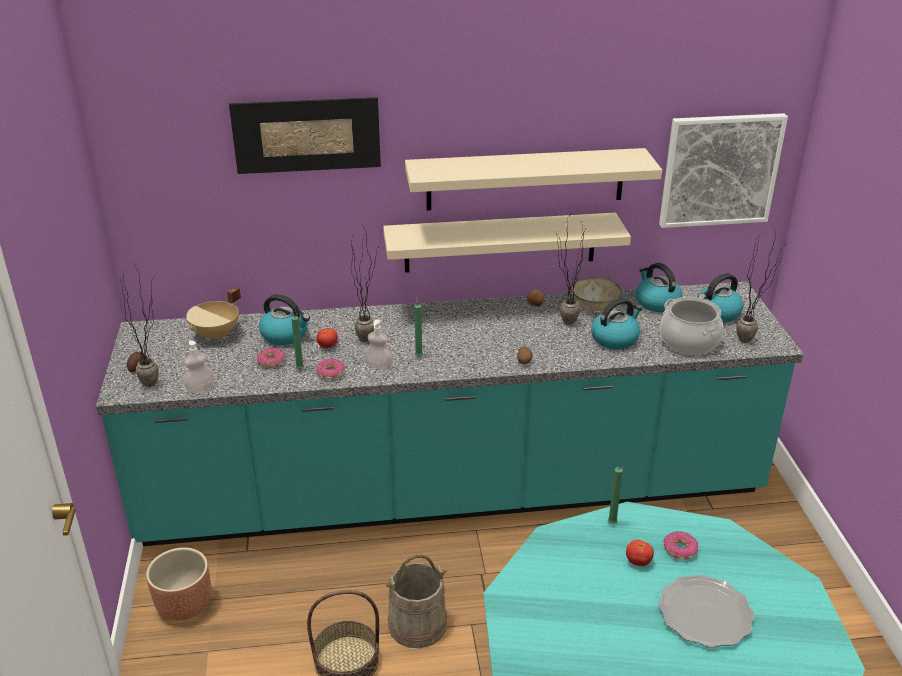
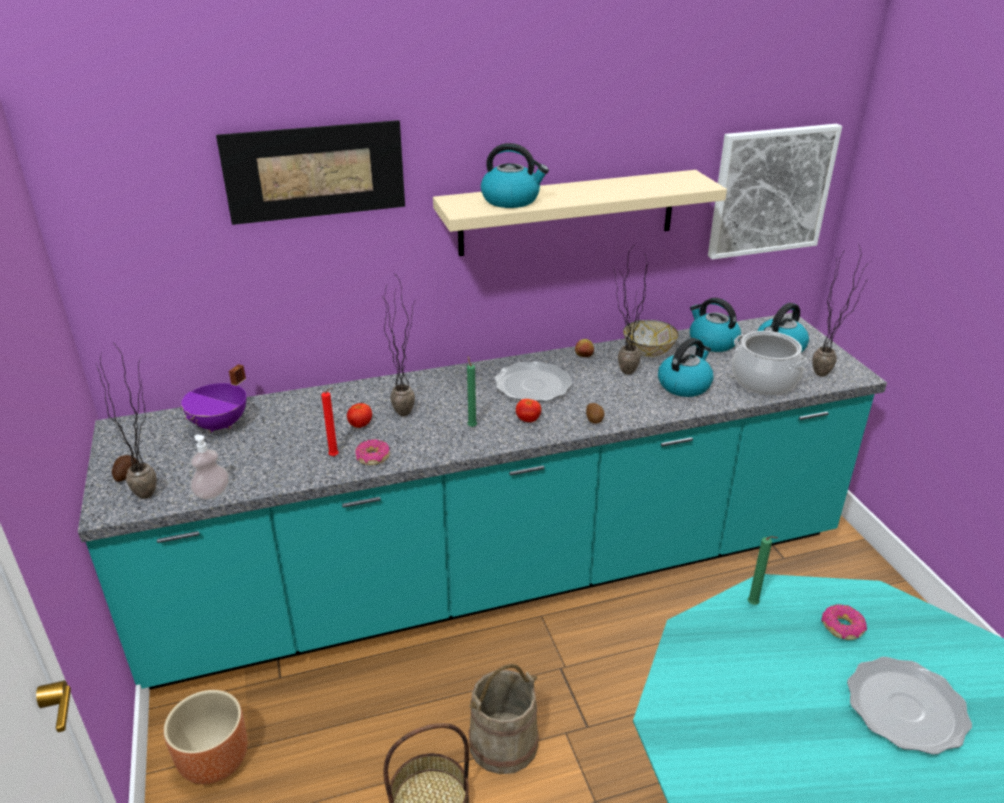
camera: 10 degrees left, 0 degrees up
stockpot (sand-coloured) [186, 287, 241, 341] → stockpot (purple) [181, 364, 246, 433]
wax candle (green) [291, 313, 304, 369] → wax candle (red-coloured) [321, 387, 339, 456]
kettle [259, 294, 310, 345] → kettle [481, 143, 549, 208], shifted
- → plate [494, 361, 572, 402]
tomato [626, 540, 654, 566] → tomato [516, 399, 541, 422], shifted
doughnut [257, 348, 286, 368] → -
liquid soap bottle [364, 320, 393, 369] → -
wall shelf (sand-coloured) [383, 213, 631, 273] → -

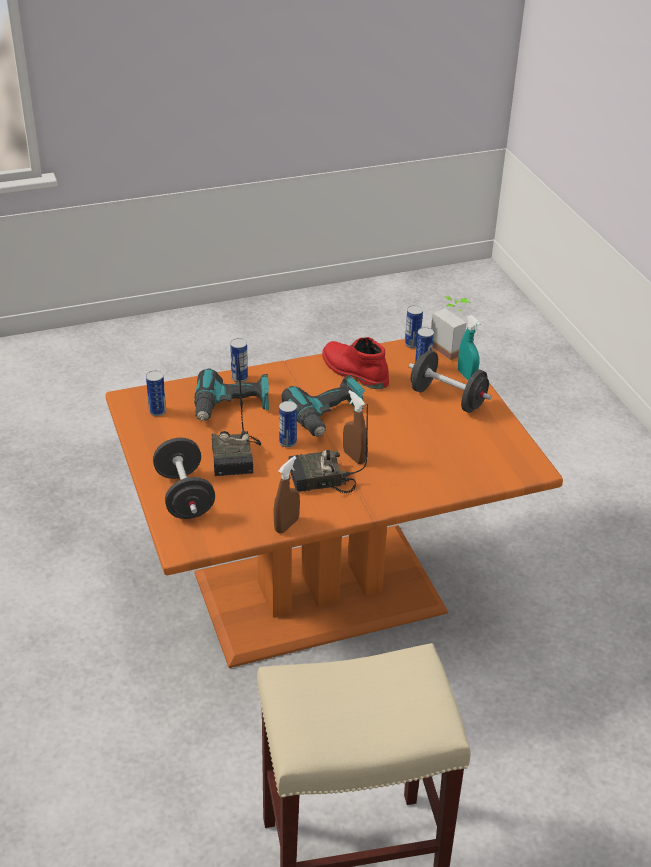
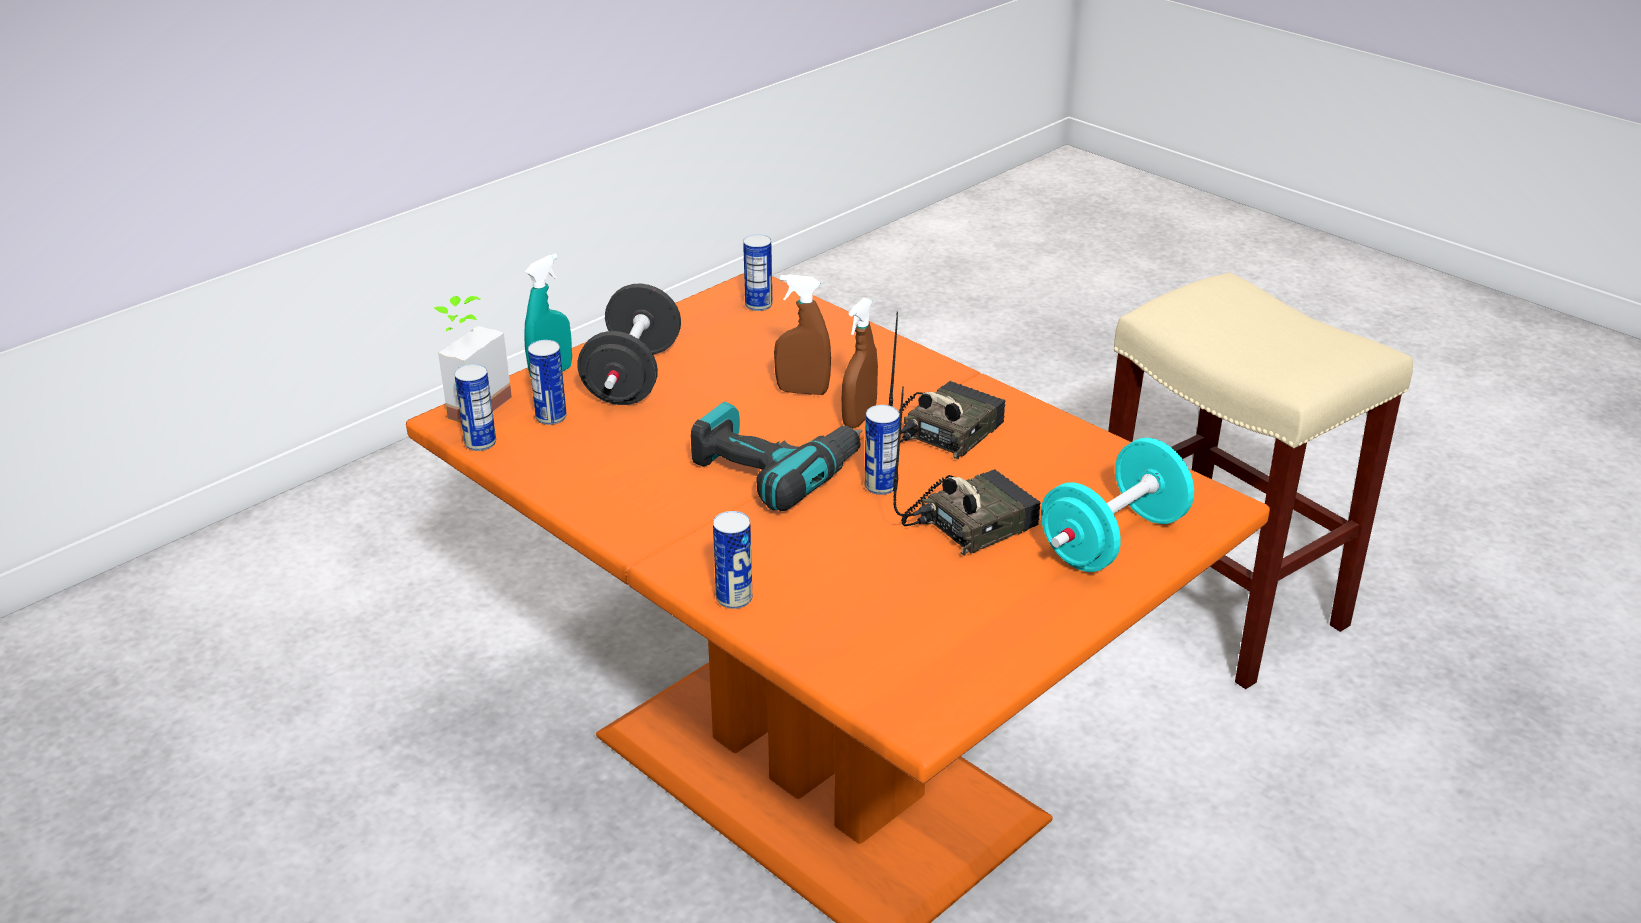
camera: 115 degrees left, 5 degrees down
sealed can [146, 371, 166, 416] → sealed can [743, 234, 772, 311], shifted
sprayer (brown-coloured) [274, 456, 300, 533] → sprayer (brown-coloured) [774, 274, 831, 395], shifted
radio set [289, 404, 368, 493] → radio set [889, 311, 1005, 459], 105 degrees counterclockwise
hand weight (blackish) [153, 438, 215, 519] → hand weight (turquoise) [1041, 438, 1194, 572]
electric drill [194, 368, 269, 422] → -
boot (red-coloured) [322, 337, 389, 389] → -

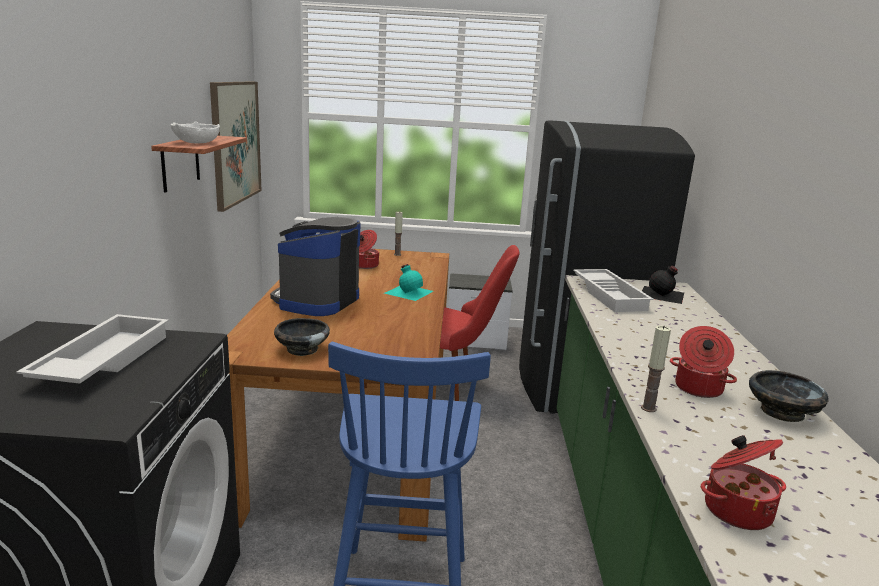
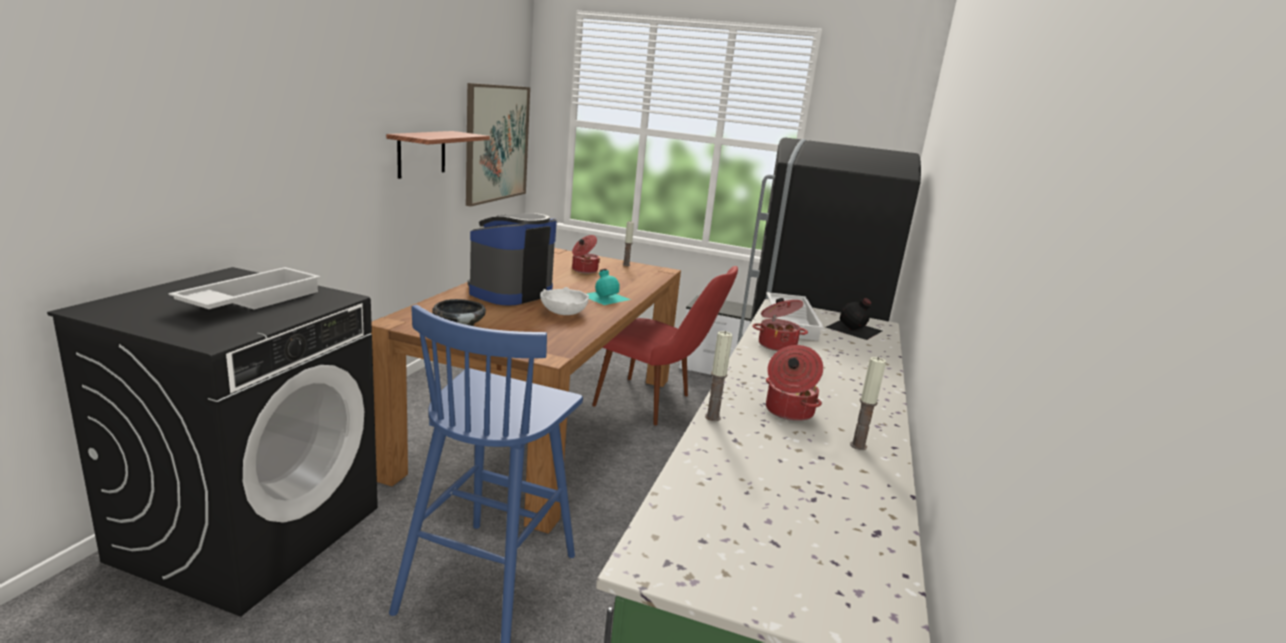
camera: 15 degrees right, 0 degrees up
serving bowl (white) [171, 122, 220, 143] → serving bowl (white) [540, 287, 589, 315], shifted
stockpot [701, 435, 786, 530] → stockpot [752, 298, 808, 351], shifted
serving bowl (blackish) [749, 370, 829, 422] → wax candle [850, 357, 886, 450]

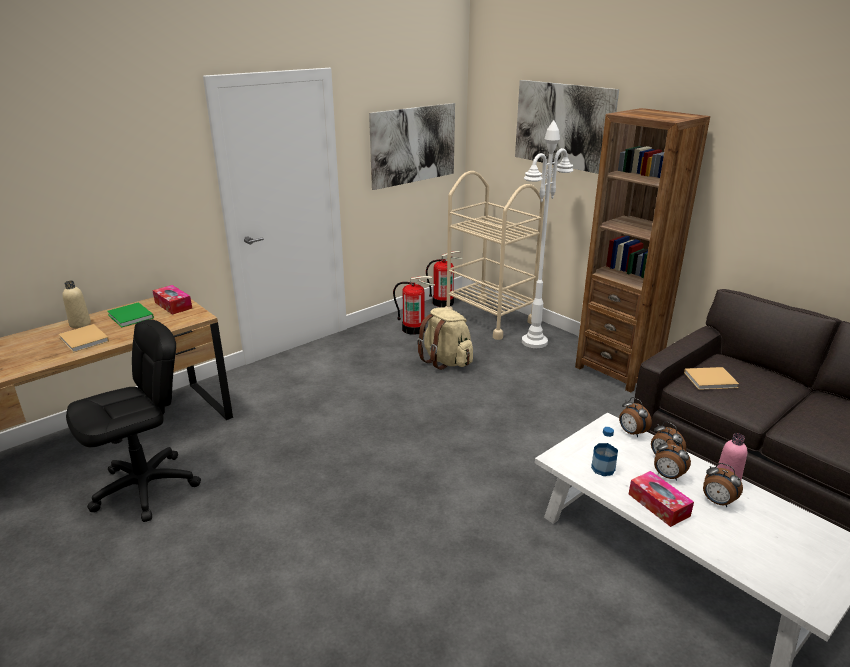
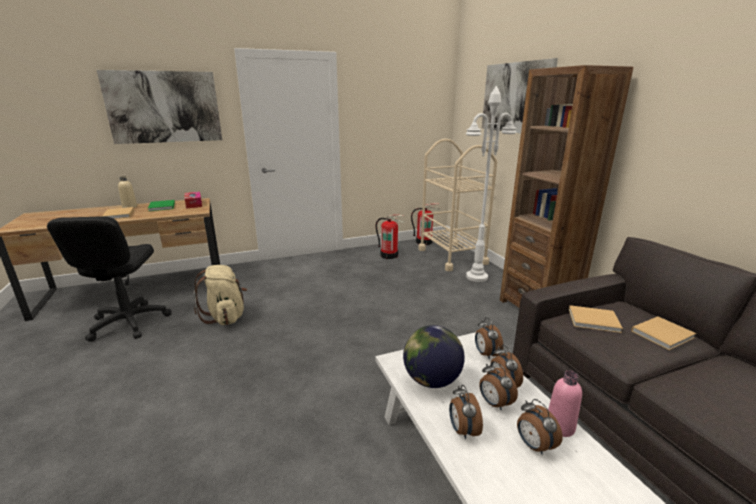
camera: 20 degrees right, 5 degrees down
desk chair (blackish) [66, 320, 201, 522] → desk chair (blackish) [47, 216, 172, 342], 105 degrees clockwise
wall art [369, 103, 455, 190] → wall art [97, 70, 222, 144], shifted
knapsack (sand-coloured) [417, 308, 473, 370] → knapsack (sand-coloured) [194, 265, 247, 325], shifted
drink bottle [591, 427, 618, 476] → desk globe [403, 325, 465, 388]
box of tissues [629, 471, 694, 527] → bedside clock [449, 385, 483, 439]
- → volume (sand-coloured) [631, 316, 697, 350]

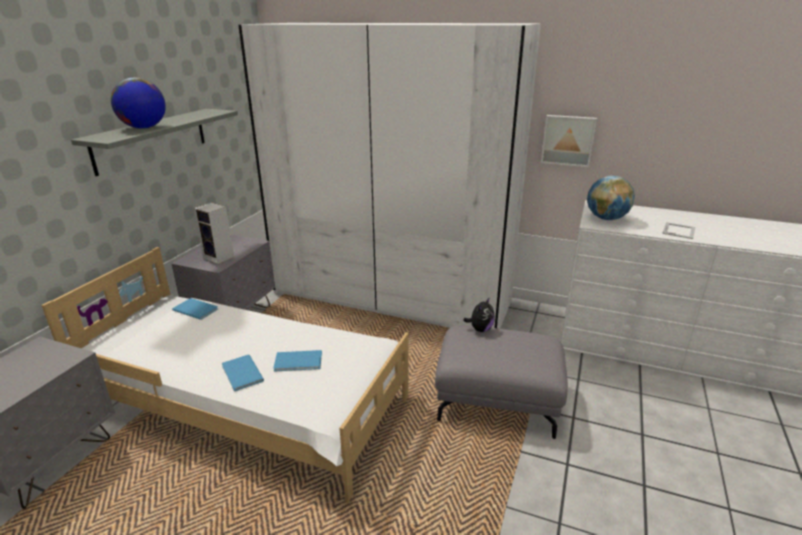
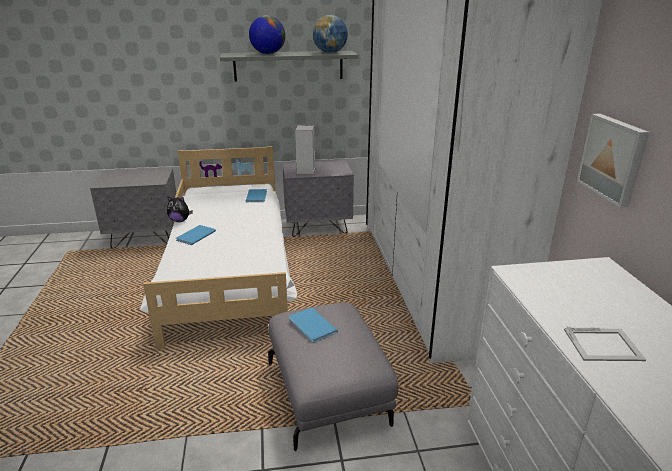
camera: 60 degrees right, 0 degrees up
cuddly toy [463, 297, 495, 332] → cuddly toy [167, 197, 193, 222], shifted
volume (blue-coloured) [273, 350, 322, 372] → volume (blue-coloured) [289, 308, 338, 343], shifted
desk globe [587, 176, 635, 220] → desk globe [313, 15, 348, 53], shifted

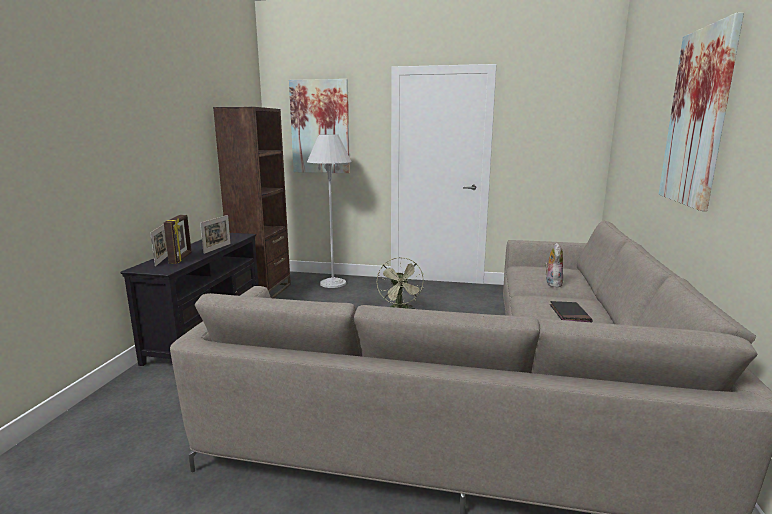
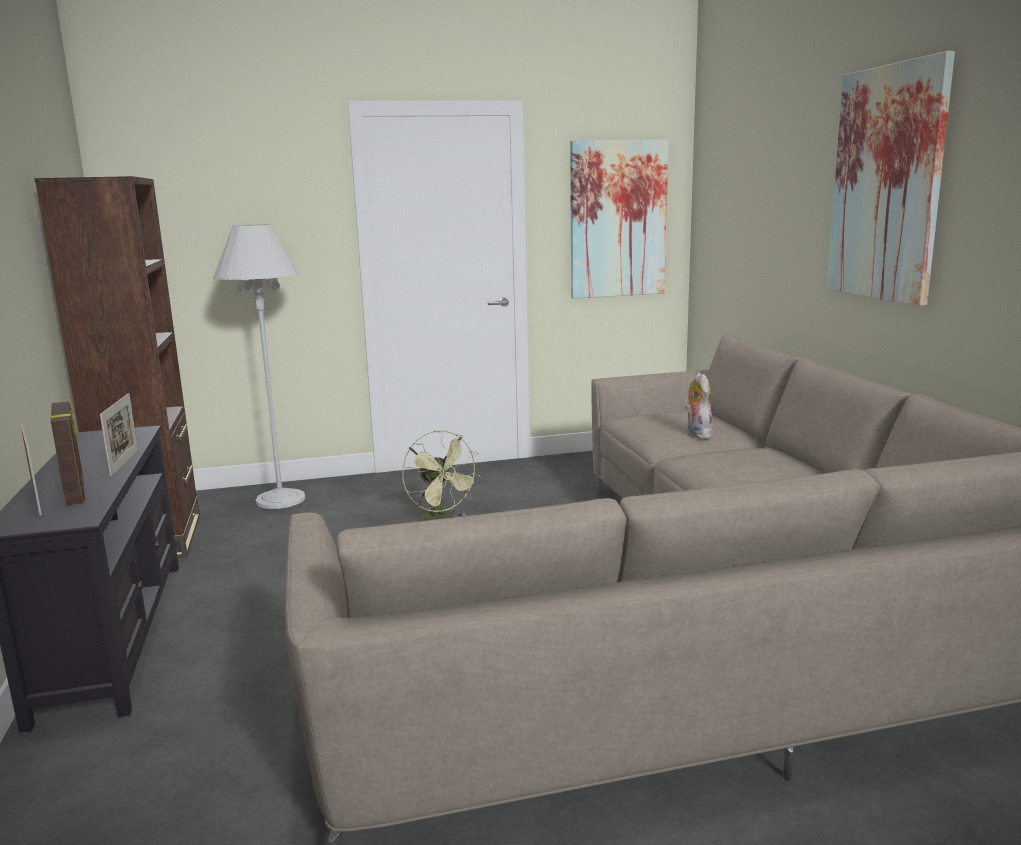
camera: 25 degrees left, 0 degrees up
wall art [289, 79, 350, 173] → wall art [570, 139, 668, 299], shifted
volume (blackish) [550, 301, 593, 322] → -

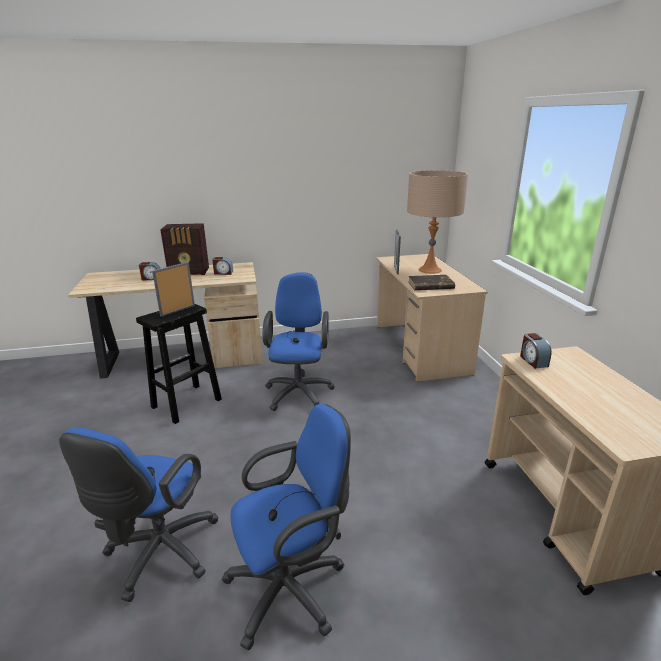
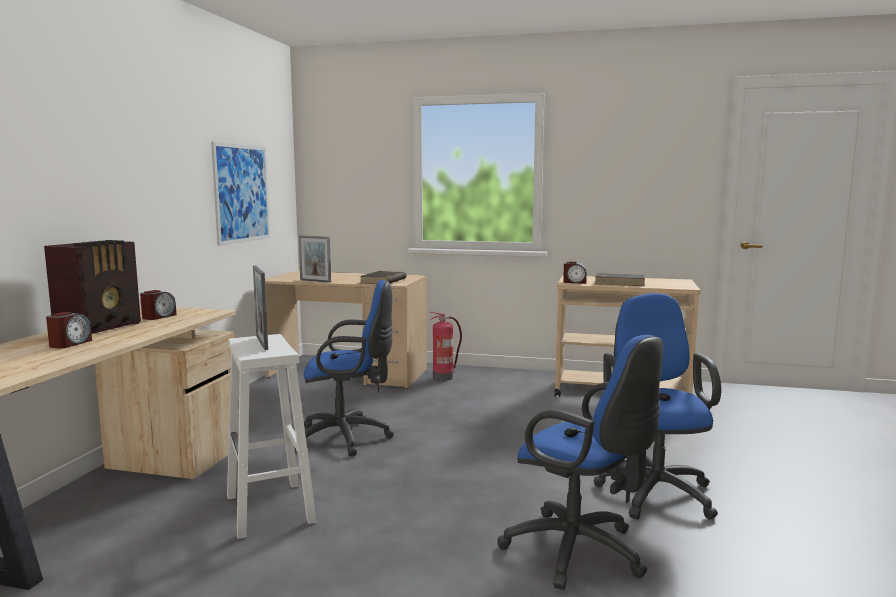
camera: 65 degrees left, 15 degrees down
- → wall art [211, 142, 270, 246]
stool (blackish) [136, 304, 222, 424] → stool (white) [227, 334, 317, 539]
desk chair (blue-coloured) [263, 272, 335, 411] → desk chair (blue-coloured) [294, 280, 394, 456], 150 degrees clockwise
- → fire-fighting cylinder [429, 312, 462, 381]
- → volume (brown-coloured) [595, 273, 645, 286]
tabletop lamp (sand-coloured) [407, 170, 468, 274] → -

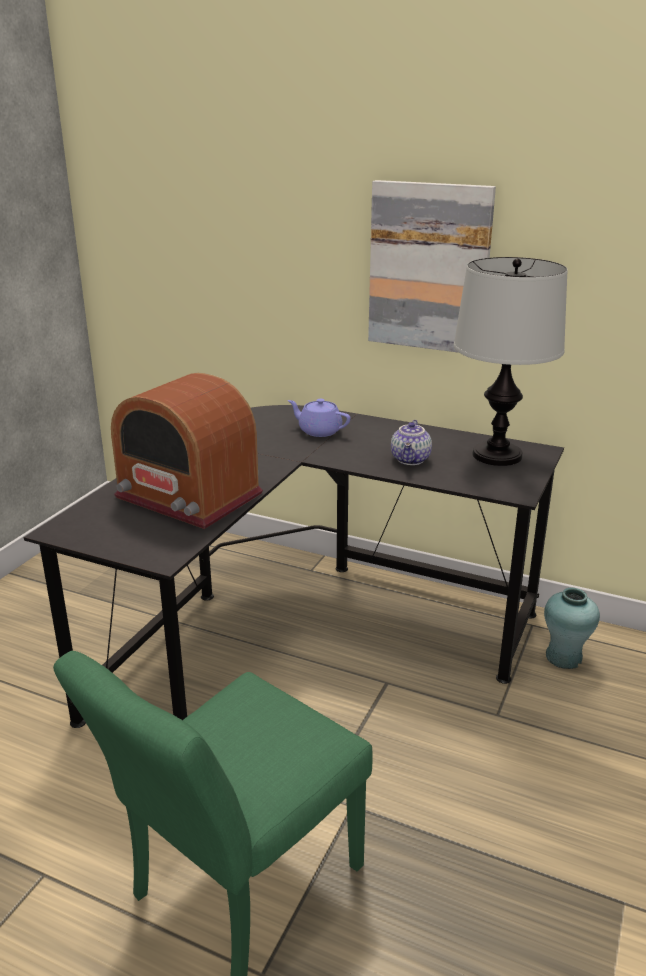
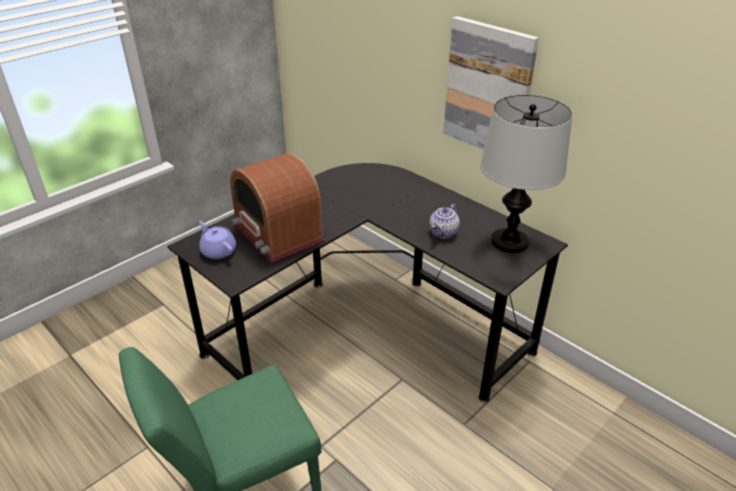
camera: 20 degrees right, 10 degrees up
pot for tea (purple) [288, 399, 351, 437] → pot for tea (purple) [199, 221, 236, 259], shifted
vase (turquoise) [544, 588, 600, 669] → -

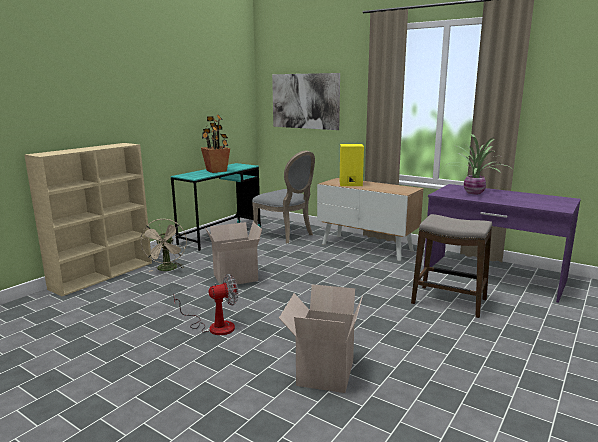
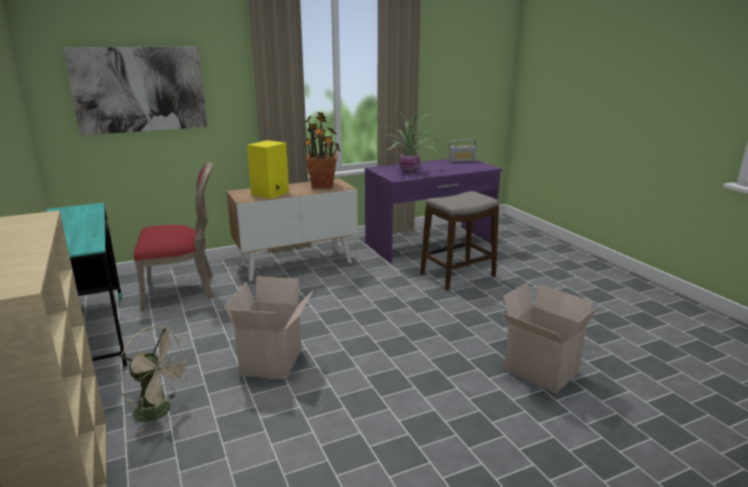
camera: 60 degrees left, 5 degrees up
chair (gray) [252, 151, 315, 243] → chair (red-coloured) [134, 162, 214, 311]
plant in a pot [201, 115, 230, 173] → plant in a pot [304, 112, 340, 188], shifted
- → radio set [448, 139, 476, 162]
cooling fan [173, 274, 238, 335] → -

